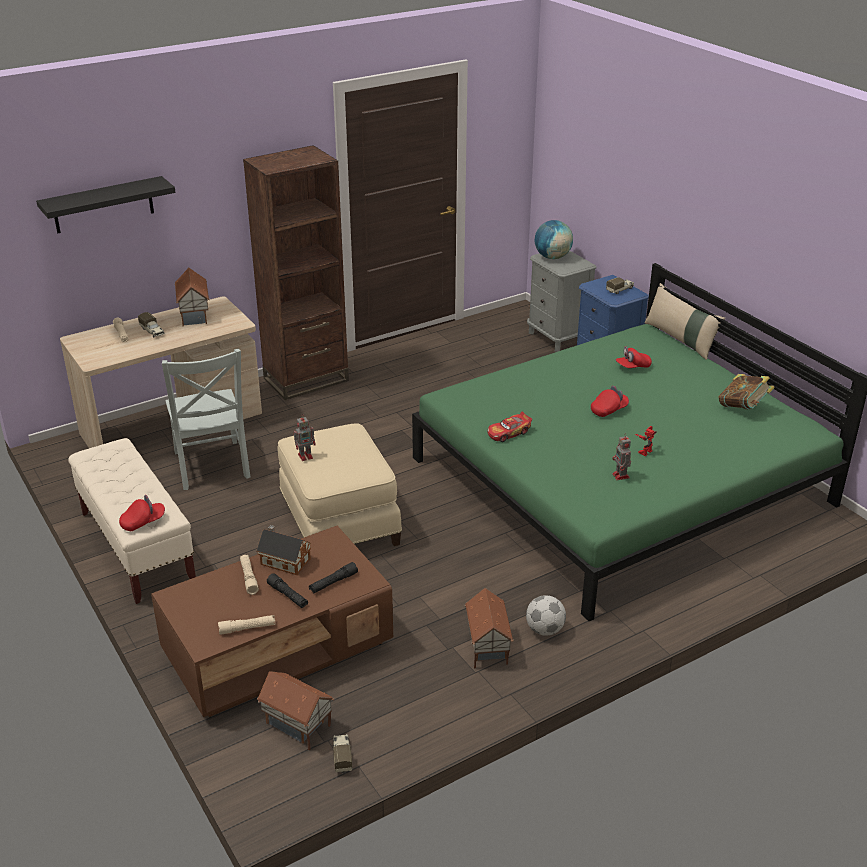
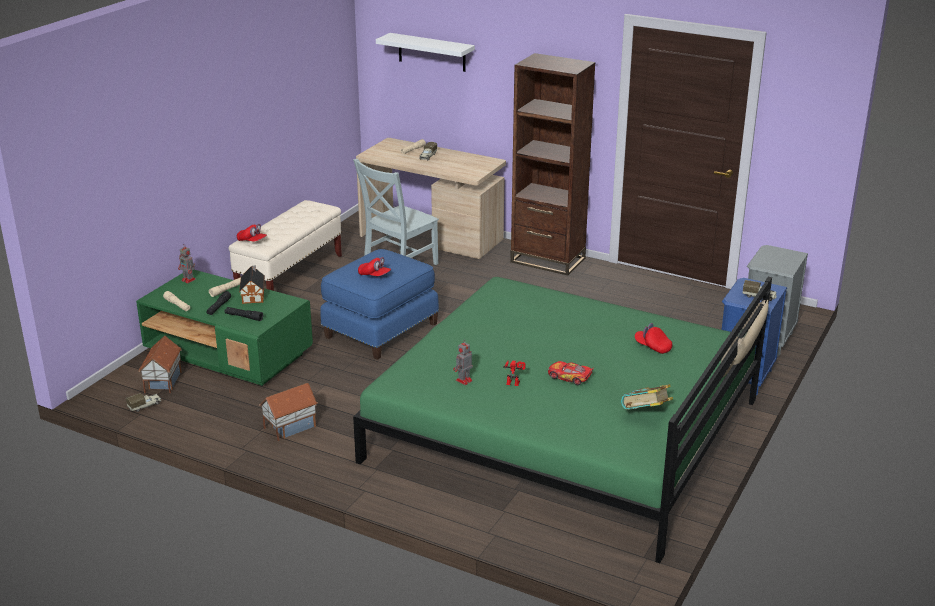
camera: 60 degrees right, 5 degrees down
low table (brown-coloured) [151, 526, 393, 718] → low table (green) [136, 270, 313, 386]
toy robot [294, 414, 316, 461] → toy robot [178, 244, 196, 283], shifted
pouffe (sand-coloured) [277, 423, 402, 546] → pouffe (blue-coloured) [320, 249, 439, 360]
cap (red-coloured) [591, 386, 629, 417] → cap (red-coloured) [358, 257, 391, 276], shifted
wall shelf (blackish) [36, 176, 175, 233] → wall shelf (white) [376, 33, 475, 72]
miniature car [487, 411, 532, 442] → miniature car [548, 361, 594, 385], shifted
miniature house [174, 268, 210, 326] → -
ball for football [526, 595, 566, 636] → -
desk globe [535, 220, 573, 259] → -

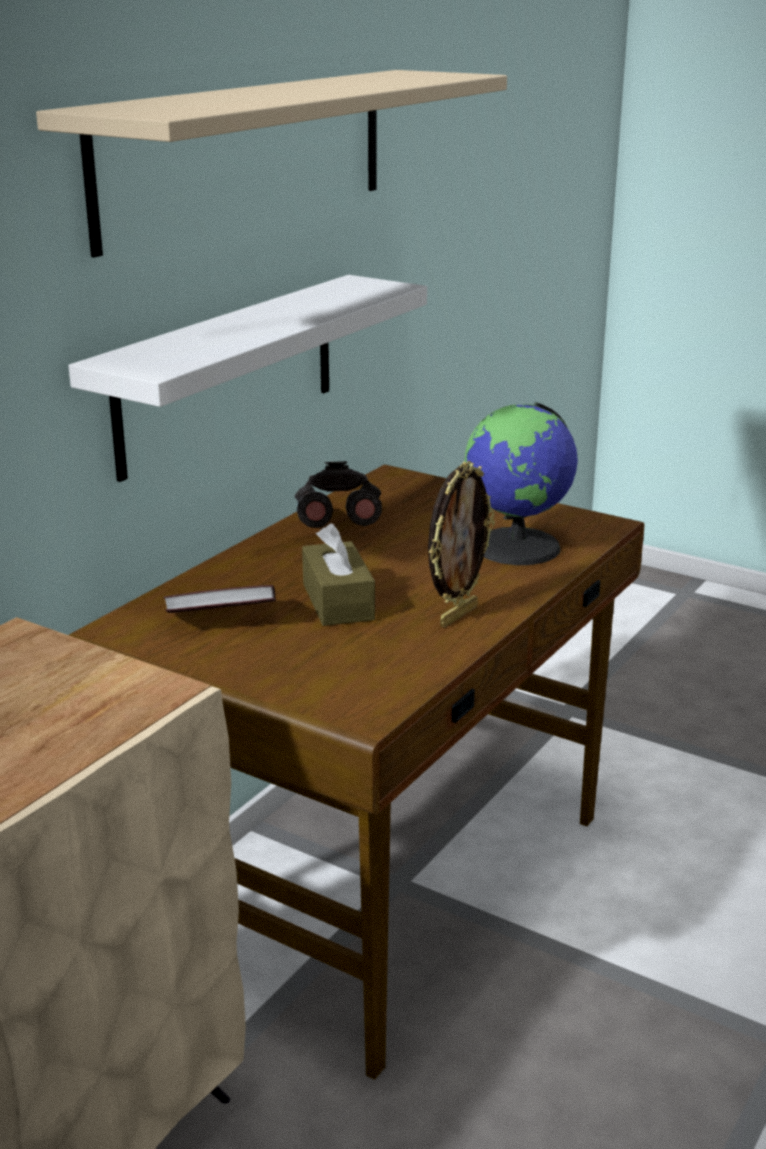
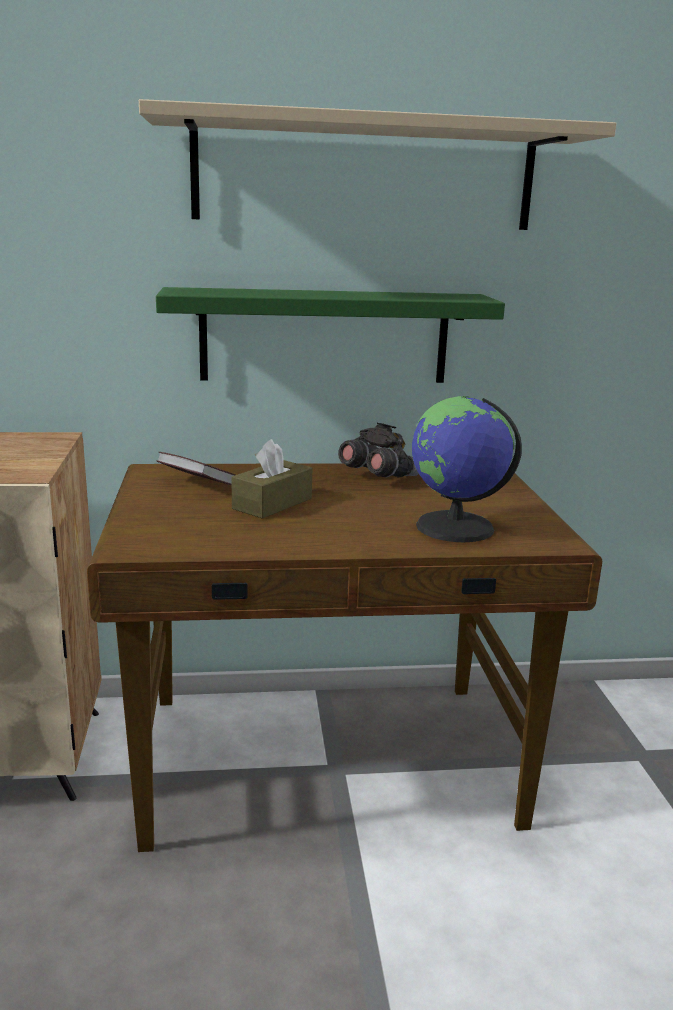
camera: 50 degrees right, 5 degrees down
wall shelf (white) [69, 275, 427, 482] → wall shelf (green) [156, 287, 505, 383]
photo frame [428, 461, 495, 628] → -

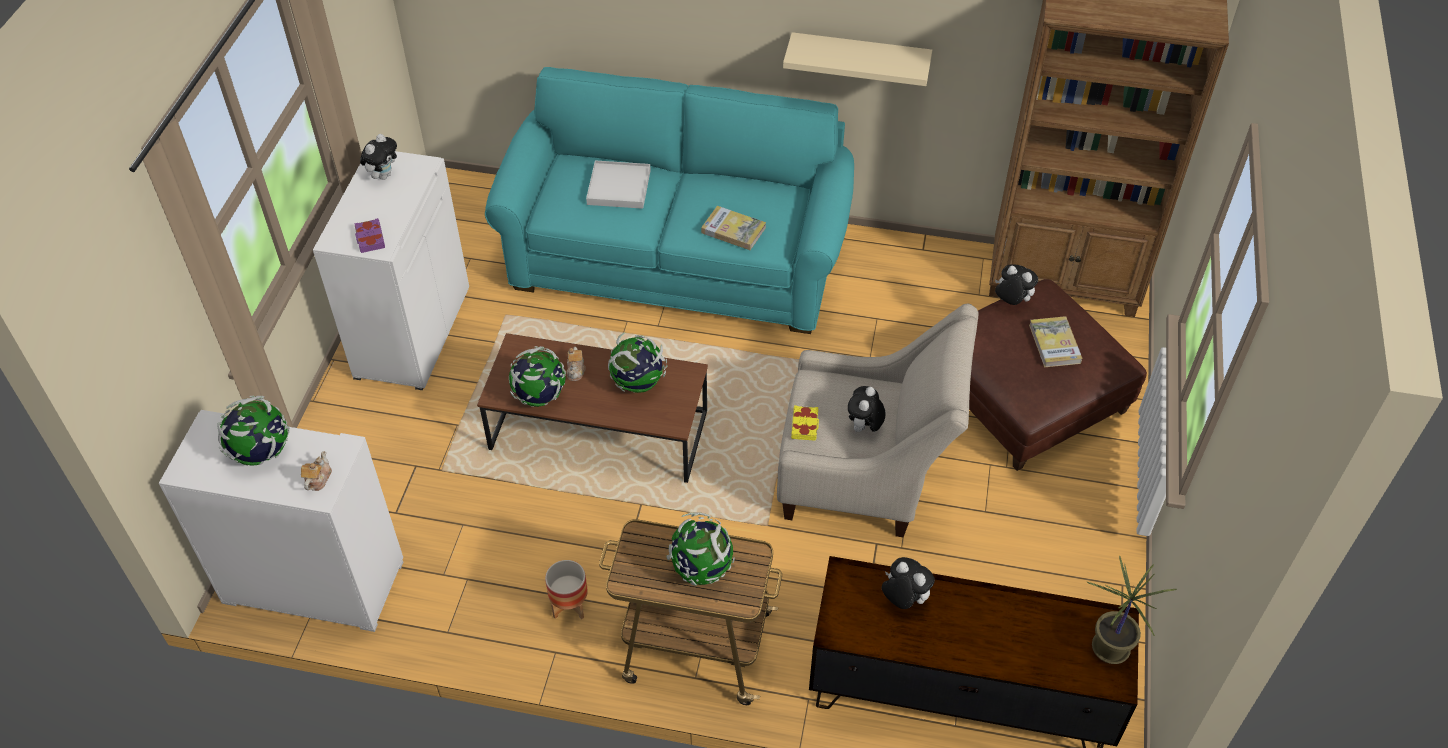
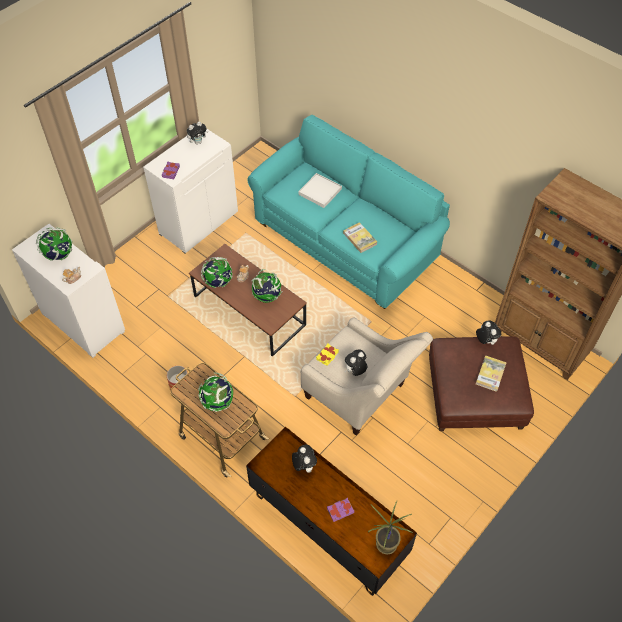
camera: 30 degrees right, 5 degrees up
- → volume (purple) [327, 498, 354, 522]
wall shelf (sand-coloured) [783, 32, 932, 86] → -

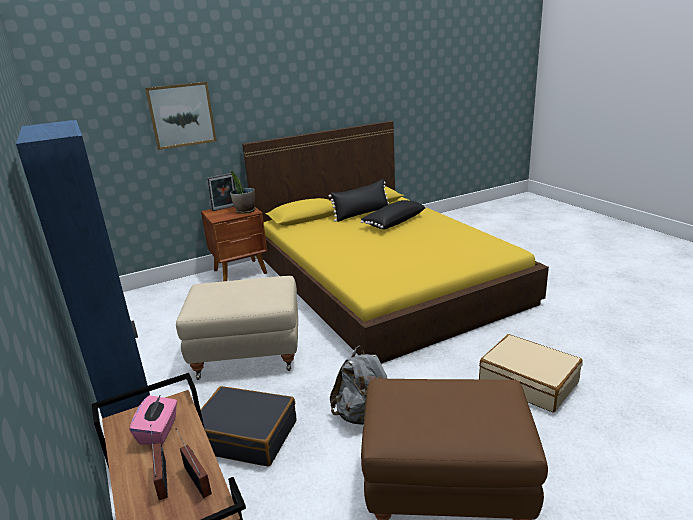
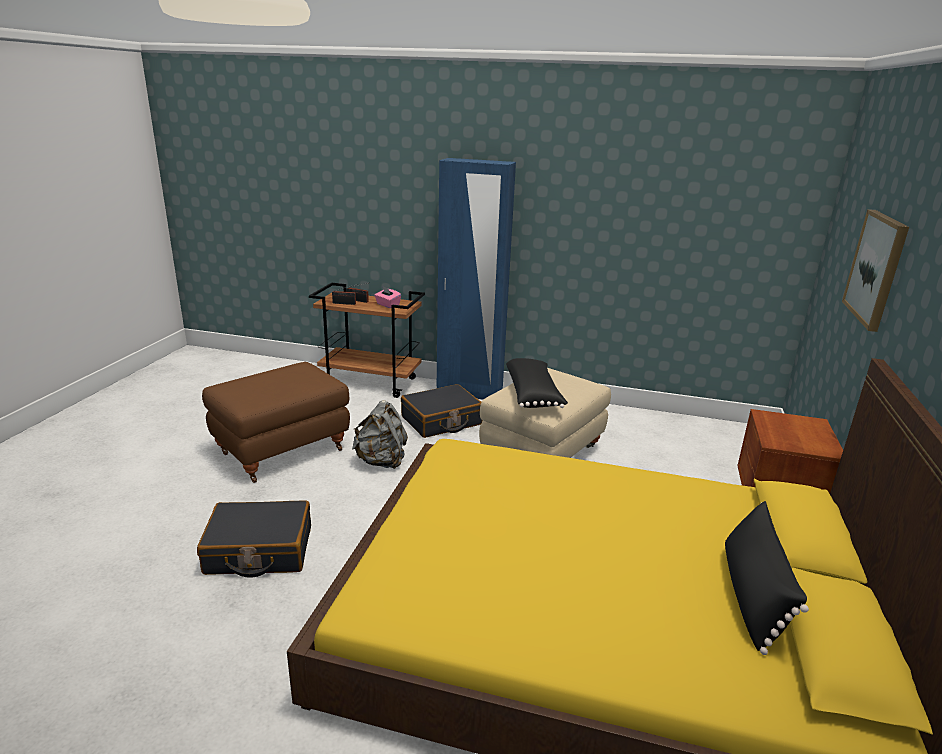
camera: 130 degrees right, 0 degrees up
piece of luggage (sand-coloured) [479, 334, 583, 412] → piece of luggage (blackish) [197, 500, 311, 578]
throw pillow (blackish) [361, 200, 426, 229] → throw pillow (blackish) [506, 358, 568, 408], shifted
photo frame [207, 173, 236, 211] → -
plant in a pot [230, 170, 255, 214] → -

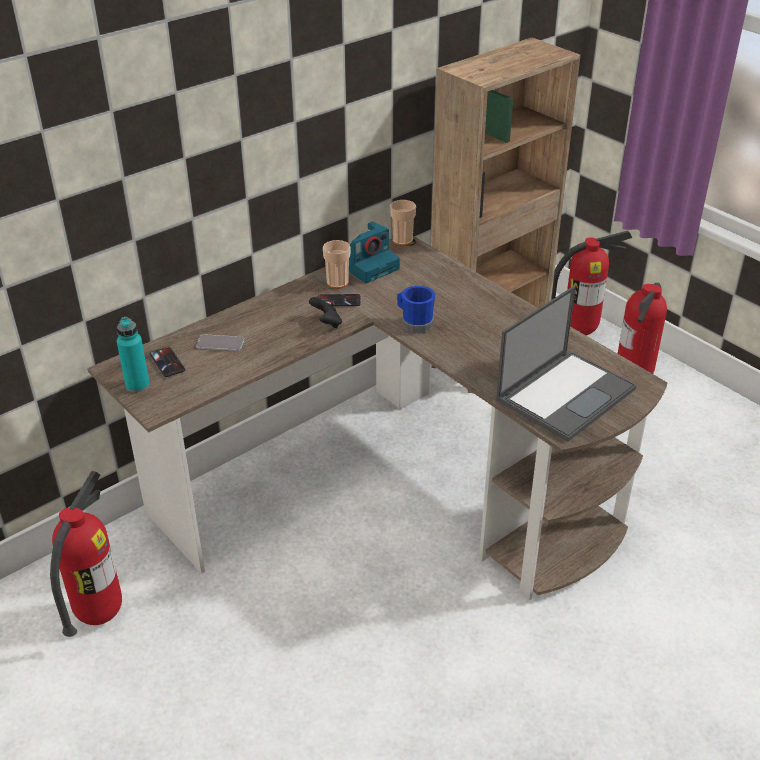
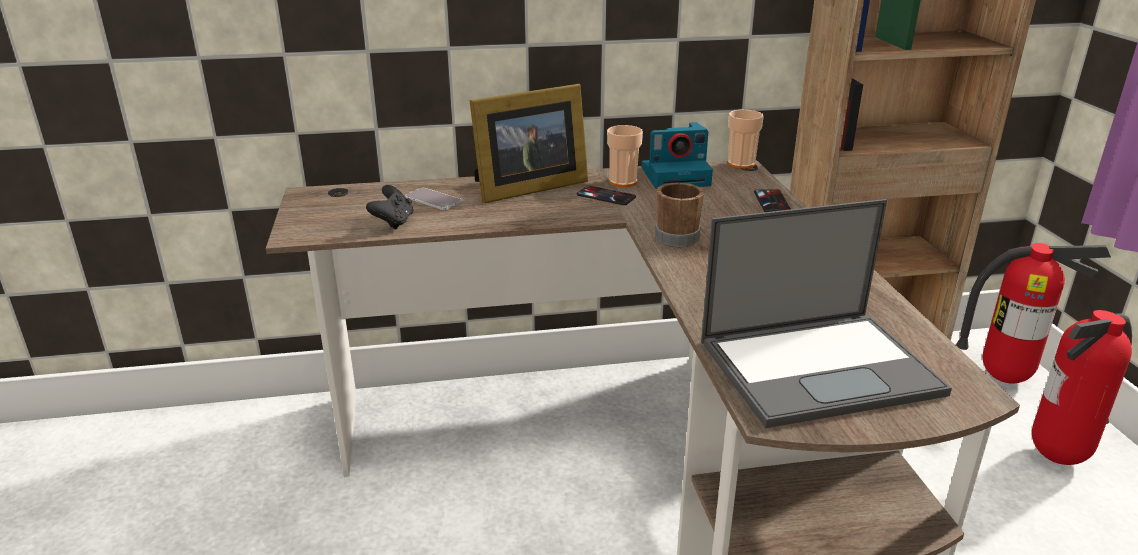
camera: 30 degrees right, 10 degrees down
joypad (blackish) [309, 297, 342, 328] → joypad (blackish) [366, 185, 413, 230], shifted
- → photo frame [469, 84, 588, 204]
mug (blue-coloured) [397, 286, 435, 333] → mug (brown-coloured) [655, 182, 704, 247]
phone [150, 347, 185, 377] → phone [754, 189, 791, 212], shifted
fire-fighting cylinder [50, 471, 122, 637] → -
drink bottle (turquoise) [117, 317, 150, 393] → -

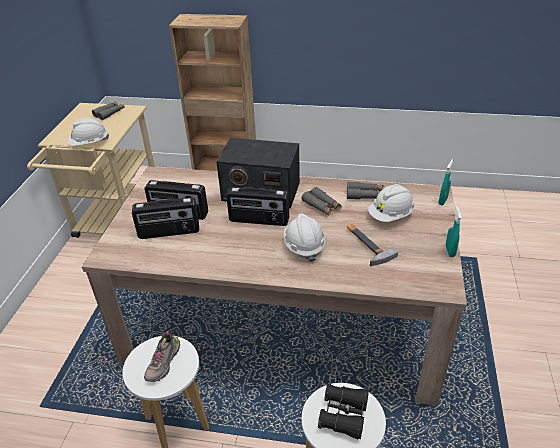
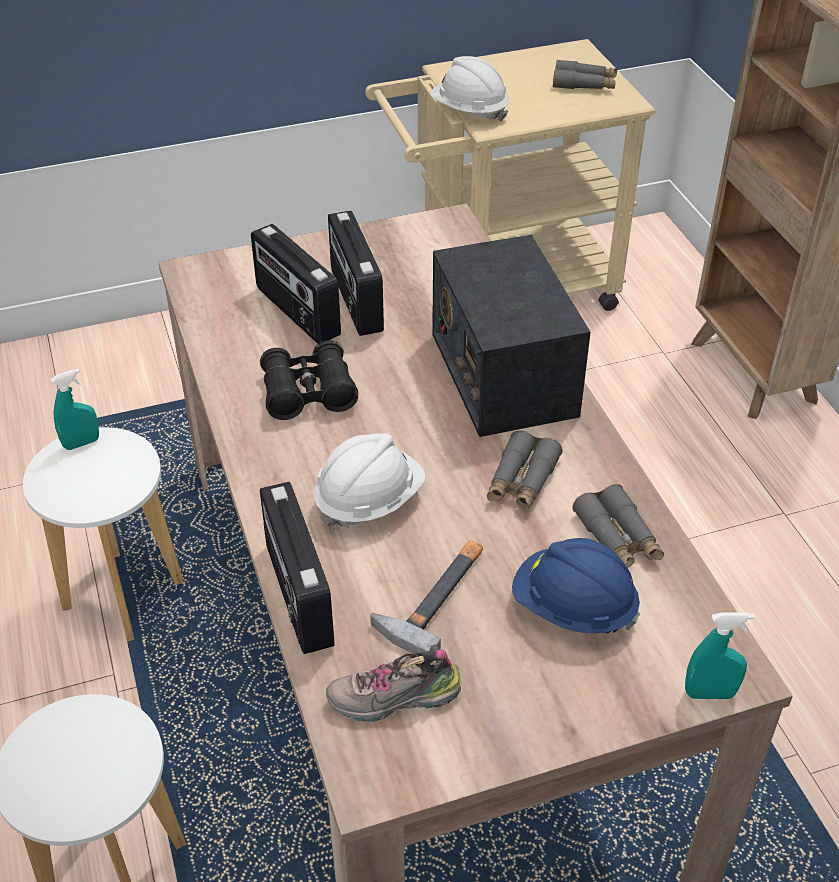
camera: 60 degrees right, 5 degrees up
sprayer (turquoise) [446, 206, 462, 257] → sprayer (turquoise) [51, 369, 99, 450], shifted
field glasses (blackish) [318, 383, 369, 439] → field glasses (blackish) [260, 340, 358, 420], shifted
radio set [226, 187, 289, 226] → radio set [260, 482, 334, 654], shifted
shoe [144, 331, 180, 382] → shoe [326, 644, 462, 722], shifted
hard hat (white) [368, 184, 415, 222] → hard hat (blue-coloured) [512, 538, 640, 633]

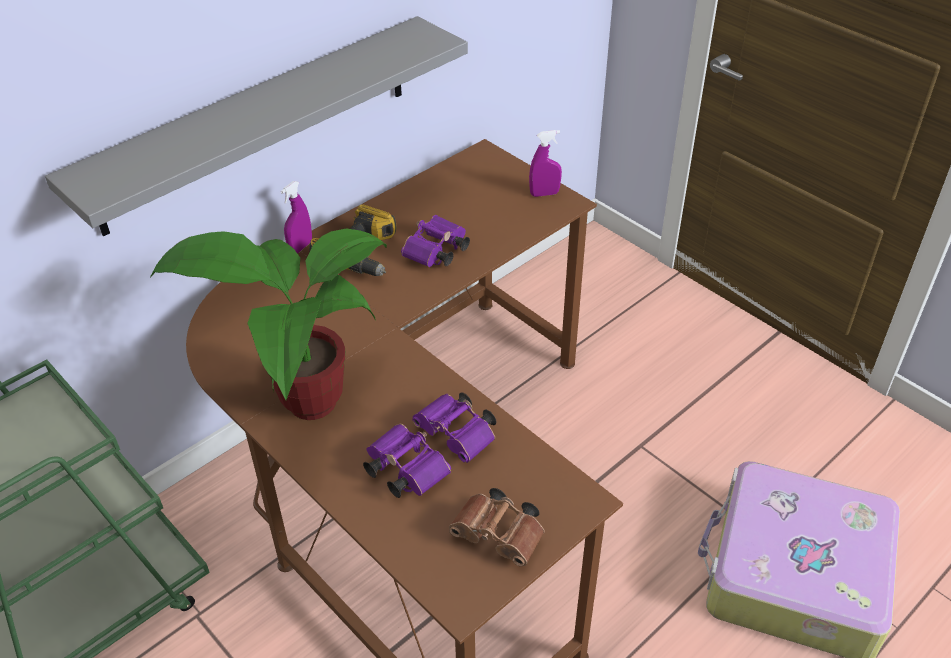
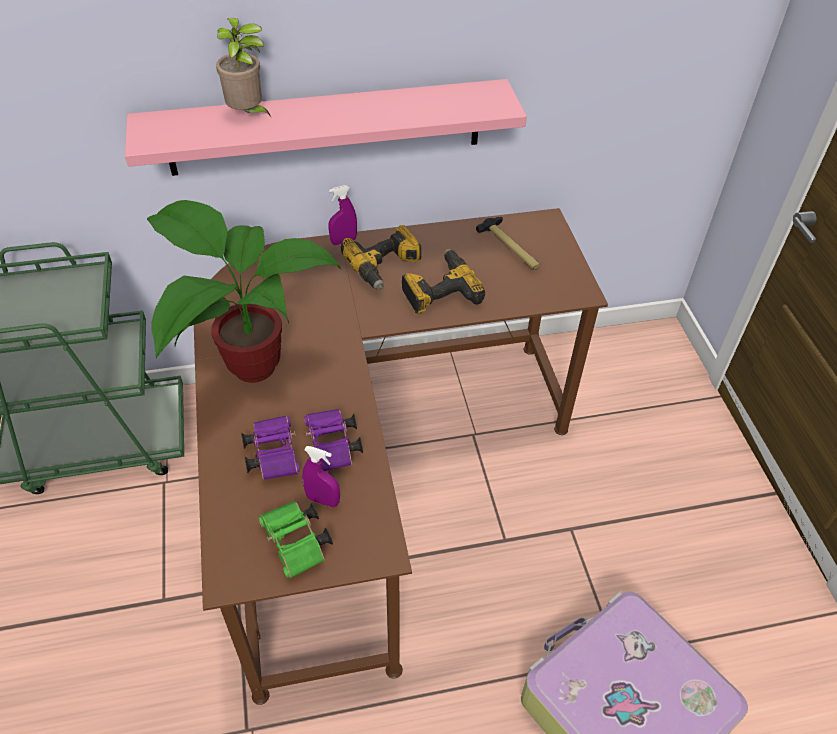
camera: 30 degrees right, 5 degrees up
wall shelf (gray) [45, 16, 468, 236] → wall shelf (pink-coloured) [125, 79, 527, 176]
- → plant in a pot [216, 18, 271, 117]
field glasses (brown-coloured) [449, 488, 545, 567] → field glasses (green) [258, 501, 333, 579]
sprayer (purple) [529, 130, 562, 197] → sprayer (purple) [302, 446, 340, 508], shifted
field glasses (purple) [401, 215, 470, 267] → electric drill [402, 249, 485, 314]
- → tool hammer [476, 217, 541, 270]

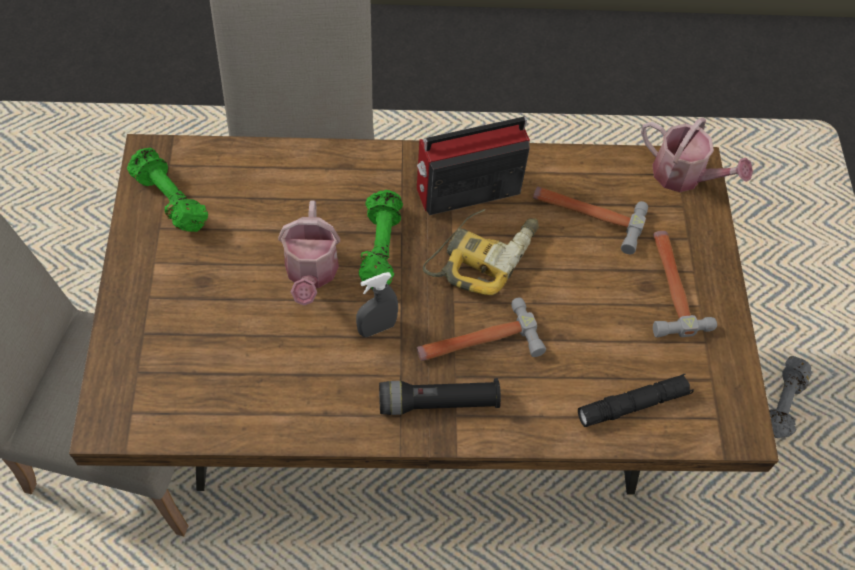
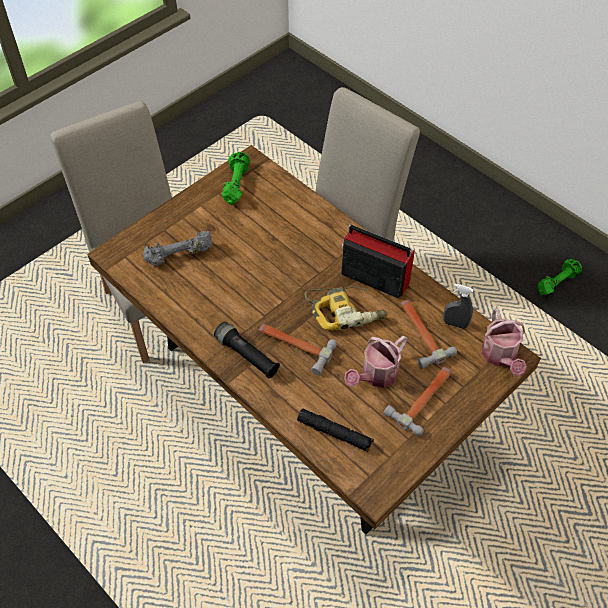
camera: 50 degrees right, 5 degrees down
hand weight (gray) [769, 356, 811, 438] → hand weight (gray) [143, 231, 212, 266], shifted
watering pot [278, 200, 340, 306] → watering pot [344, 336, 408, 388], shifted
sprayer (gray) [356, 272, 398, 337] → sprayer (gray) [443, 283, 473, 329], shifted
hand weight (green) [359, 190, 403, 289] → hand weight (green) [538, 259, 582, 295], shifted

